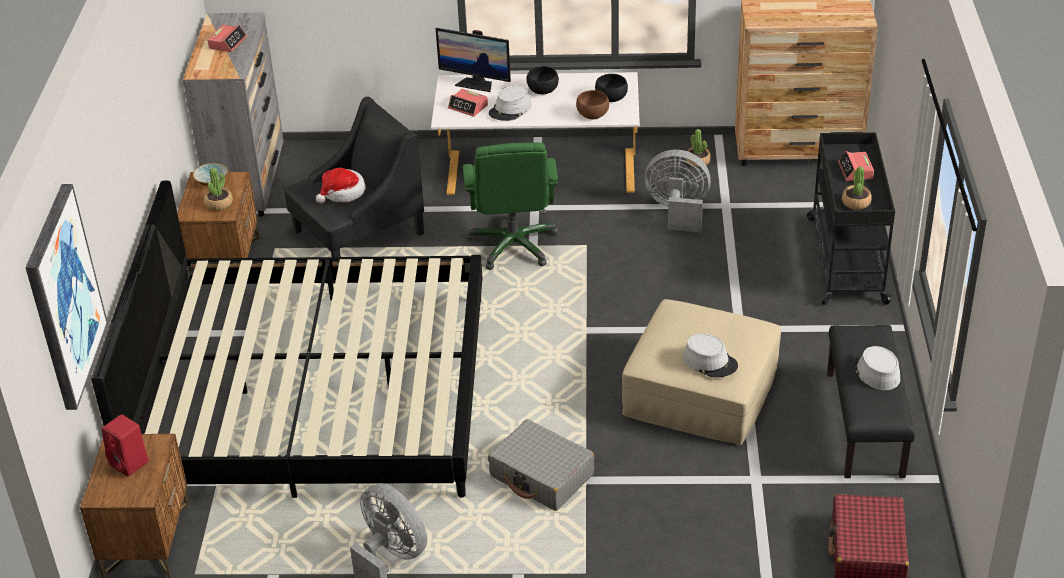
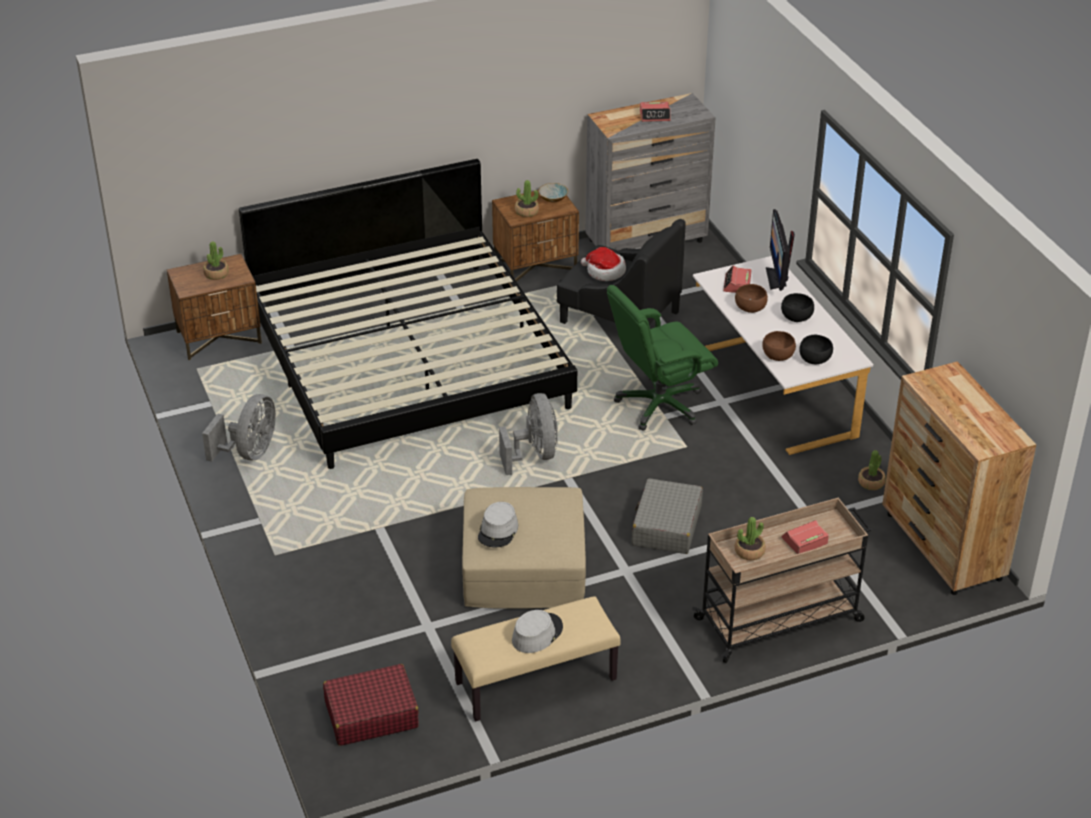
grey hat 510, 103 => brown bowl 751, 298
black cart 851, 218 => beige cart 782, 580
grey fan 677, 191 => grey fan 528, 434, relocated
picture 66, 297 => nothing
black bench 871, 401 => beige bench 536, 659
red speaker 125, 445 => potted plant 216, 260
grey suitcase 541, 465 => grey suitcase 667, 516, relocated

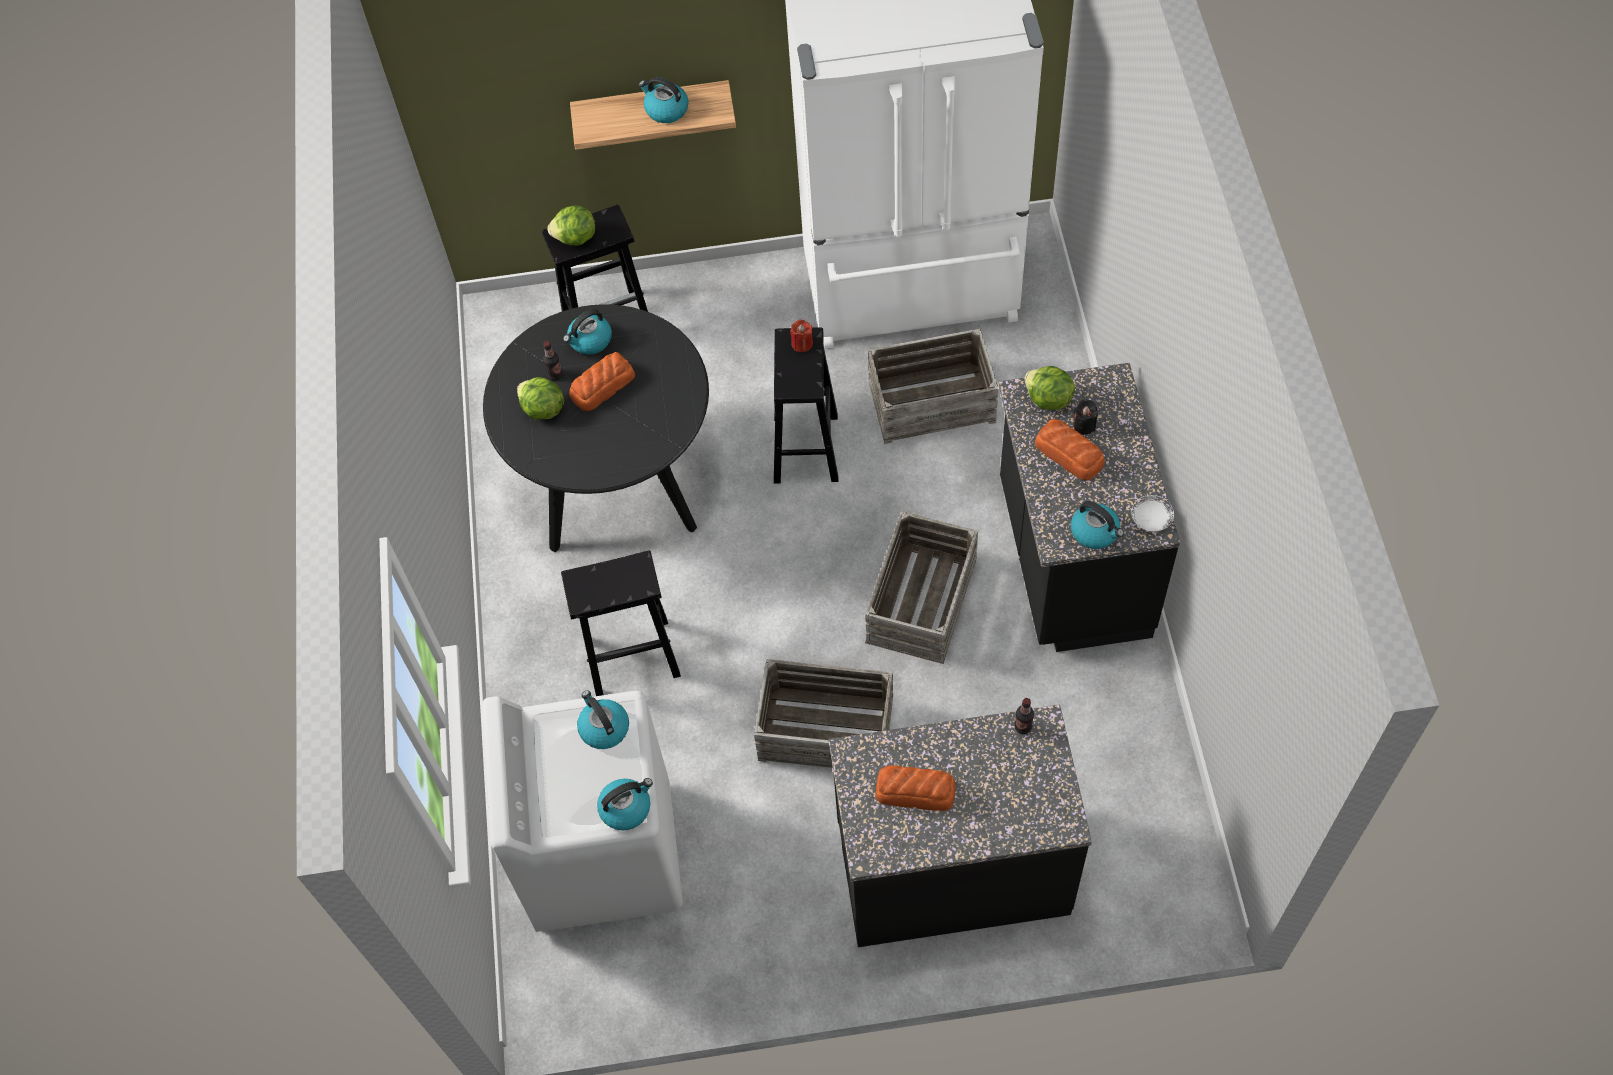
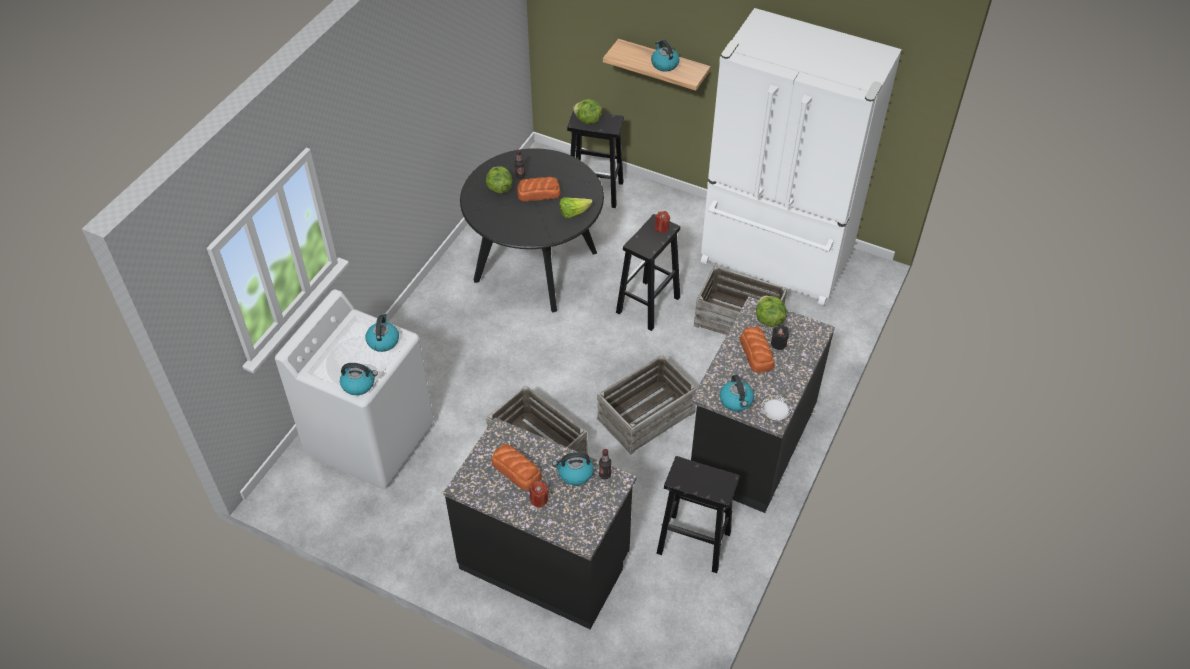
kettle 587, 332 => kettle 573, 469, relocated
black stool 621, 623 => black stool 698, 514, relocated
nothing => lettuce 576, 207
nothing => red candle 539, 494

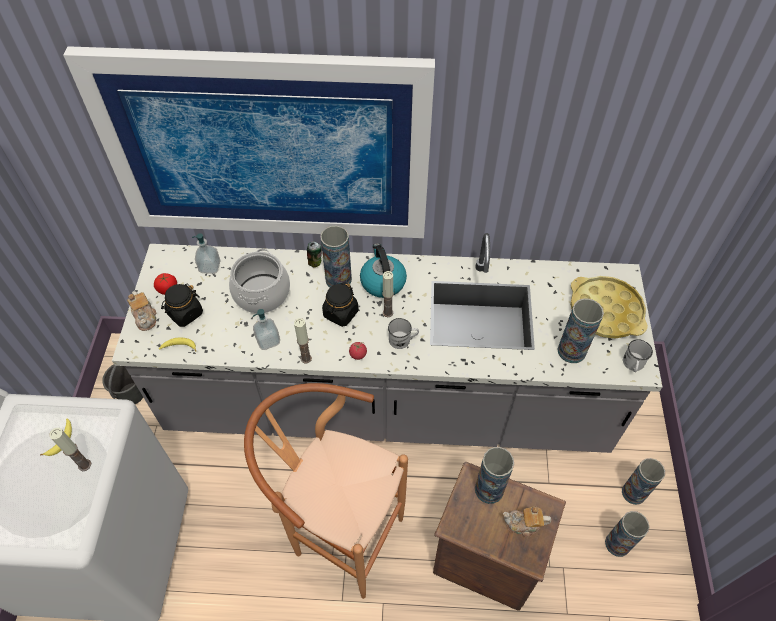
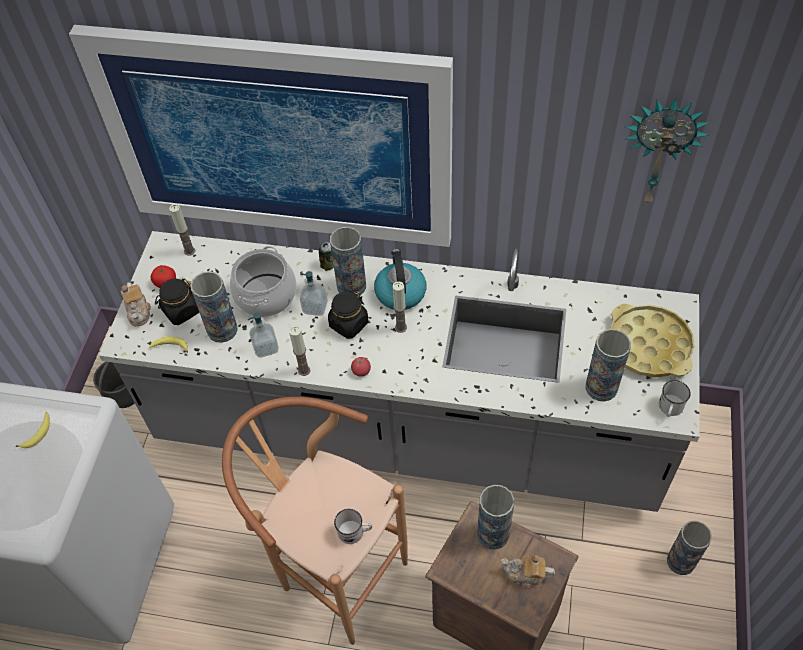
soap dispenser 206, 253 => soap dispenser 314, 293, relocated
white mug 403, 333 => white mug 353, 526, relocated
candle 70, 449 => candle 182, 230, relocated
vase 627, 534 => vase 214, 307, relocated
nothing => wall clock 667, 151

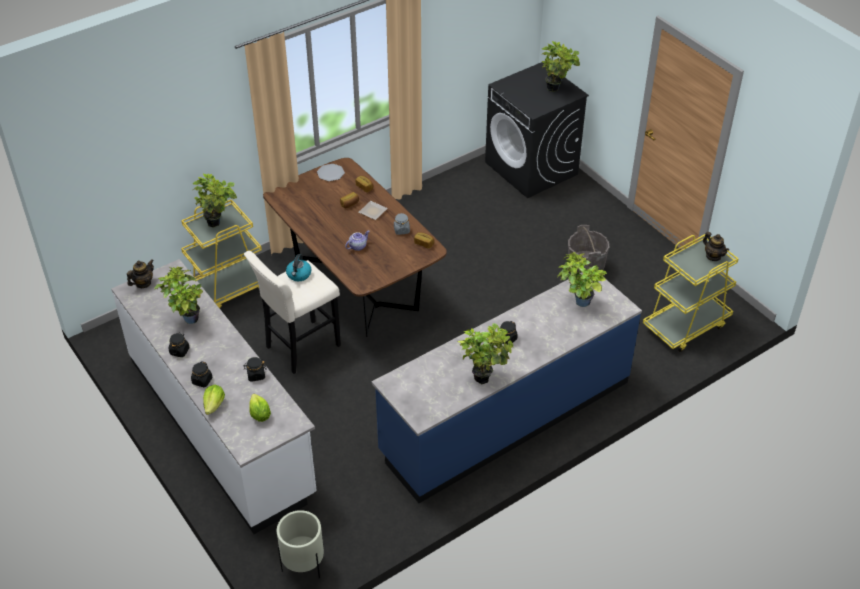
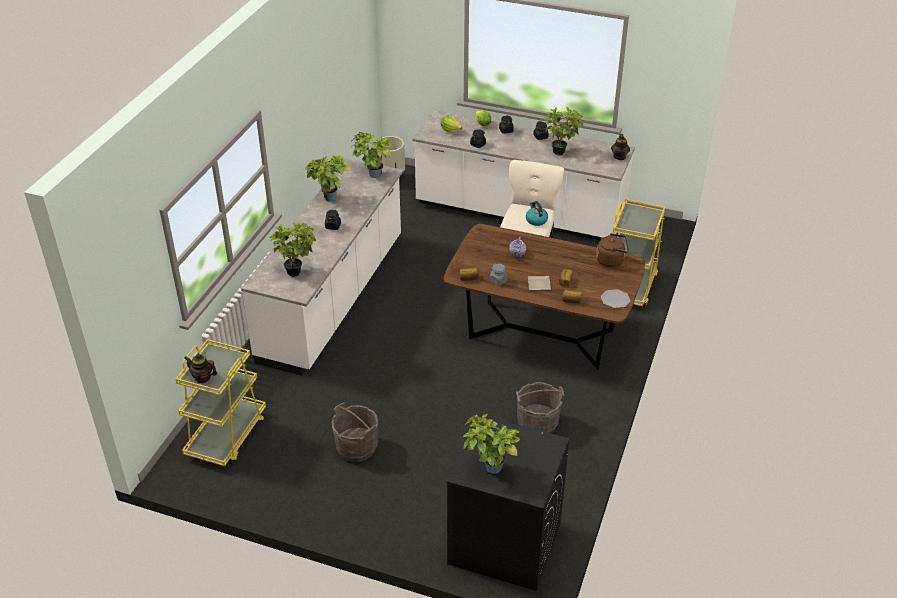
potted plant 215, 201 => potted plant 371, 155, relocated
blue counter 507, 385 => white counter 322, 267
nothing => brown kettle 612, 250
nothing => grey bucket 540, 408

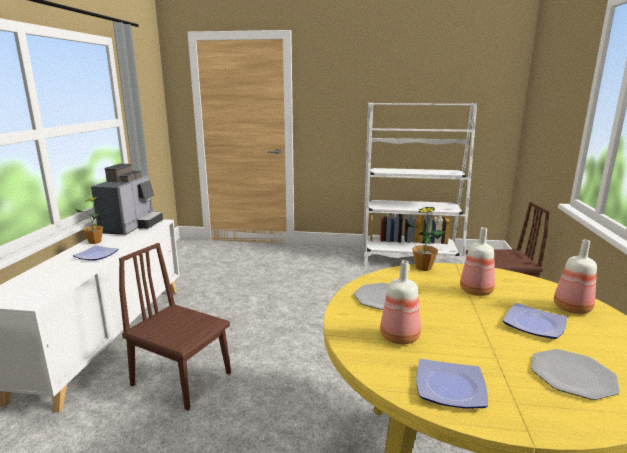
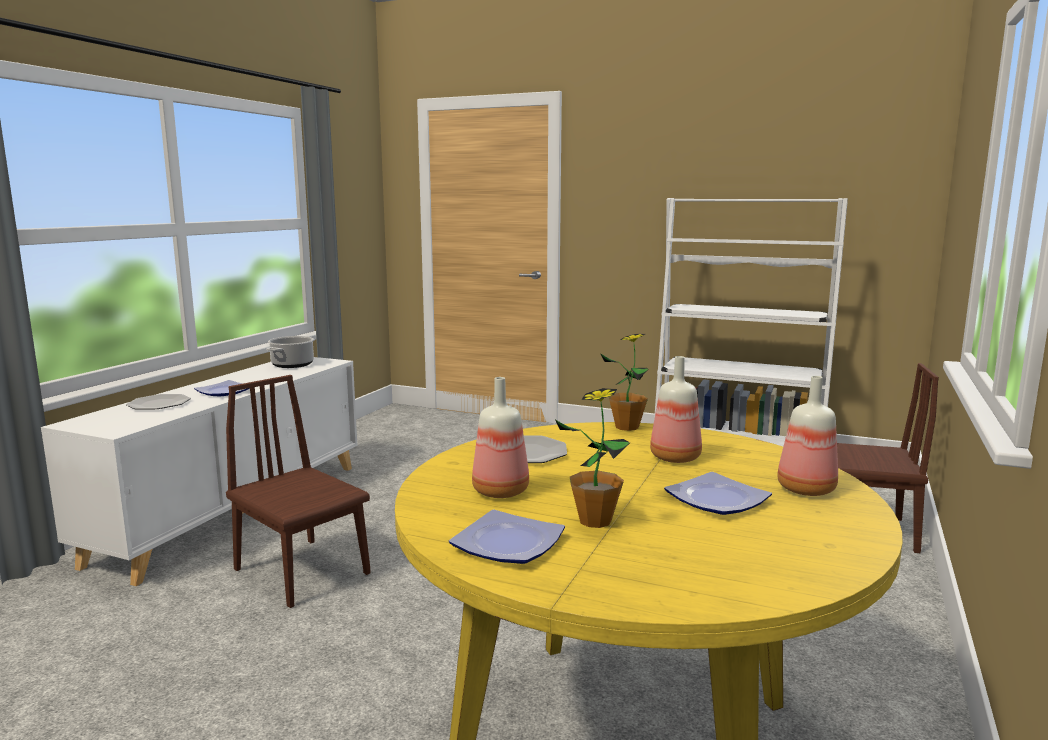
coffee machine 127, 199 => cooking pot 291, 352
potted plant 89, 220 => potted plant 593, 458, relocated
plate 575, 374 => plate 158, 401, relocated

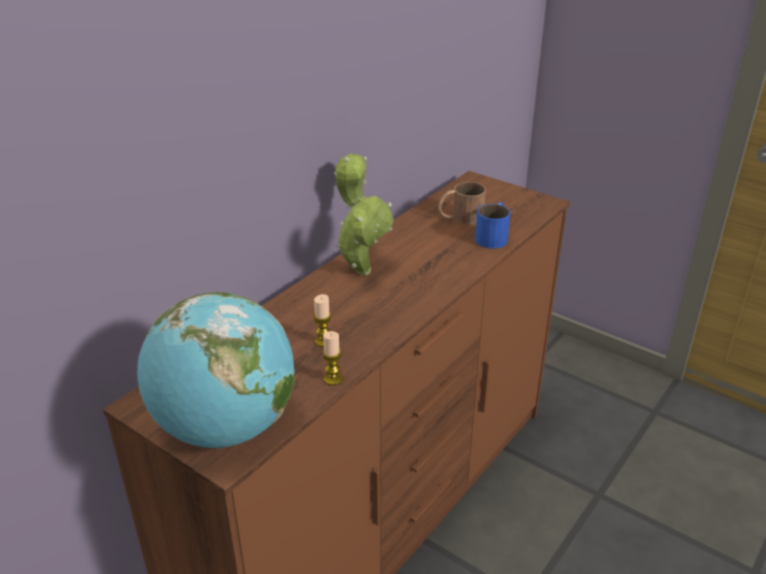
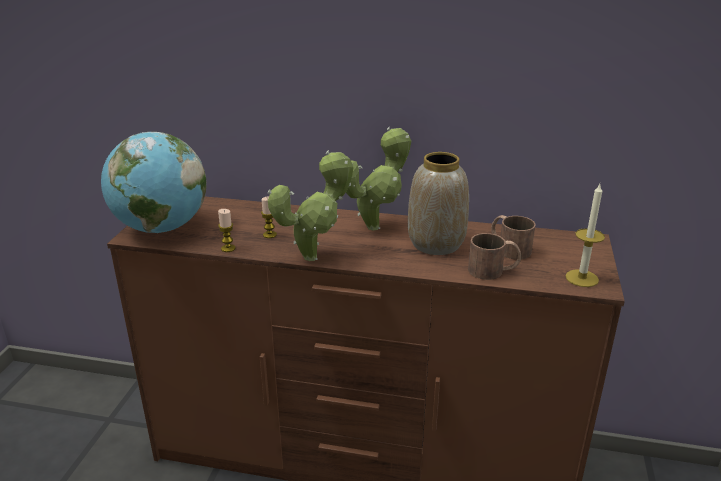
blue mug 492, 225 => brown mug 494, 256
nothing => potted plant 310, 205
nothing => vase 438, 203
nothing => candle 585, 235

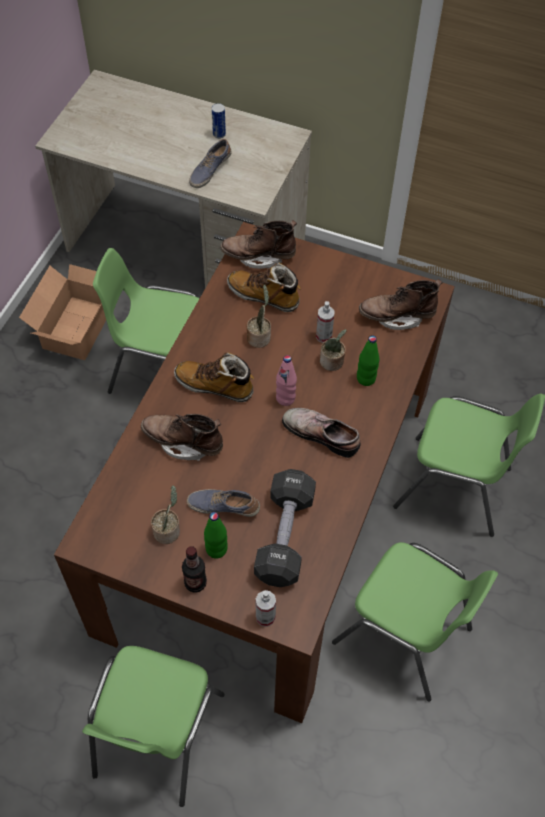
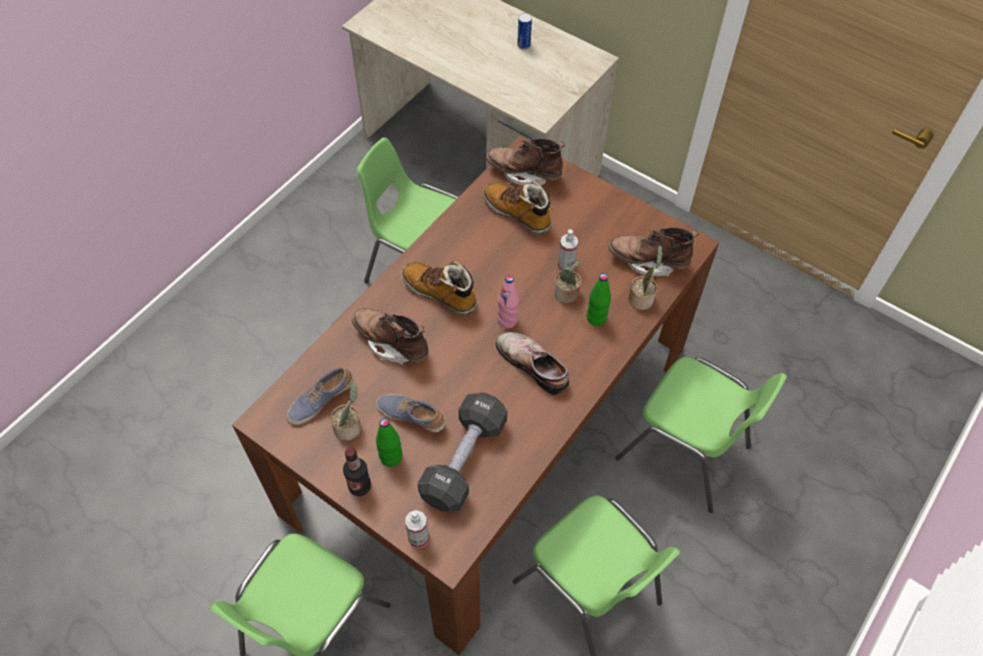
shoe 210, 163 => shoe 320, 396, relocated
cardboard box 62, 312 => nothing
potted plant 259, 316 => potted plant 645, 278, relocated

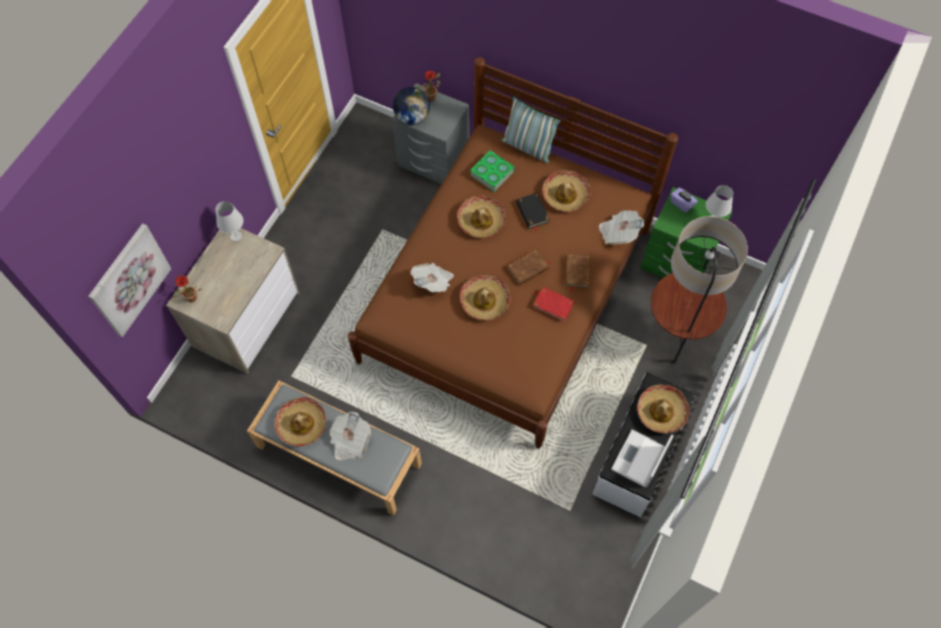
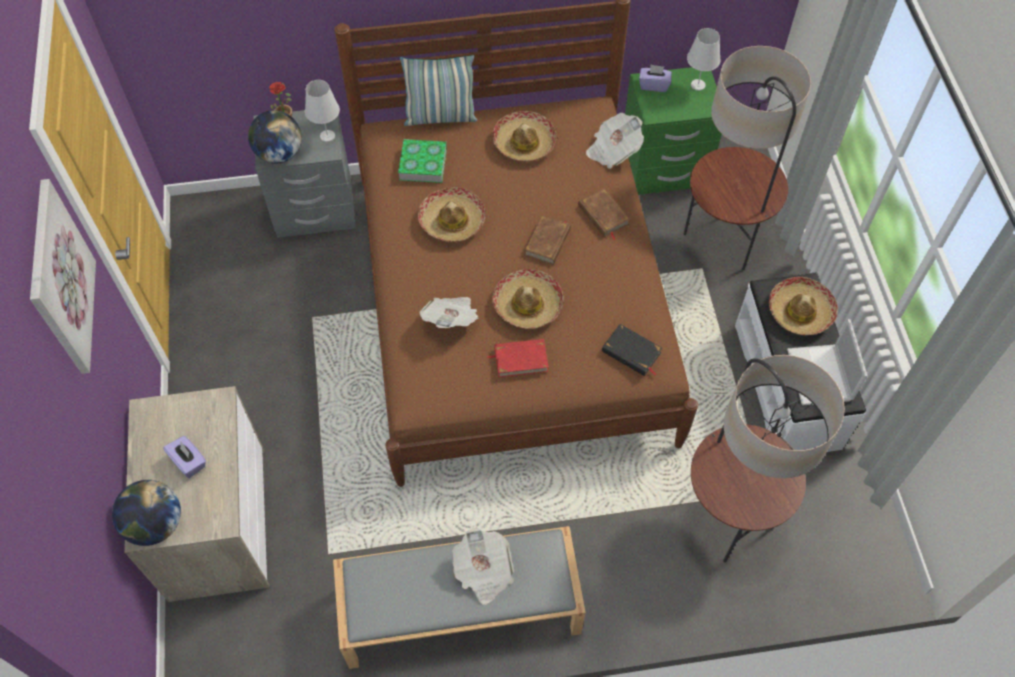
black book 533, 212 => black book 632, 350, relocated
white table lamp 229, 221 => white table lamp 322, 111, relocated
picture 129, 280 => picture 63, 276, relocated
potted plant 187, 289 => globe 146, 513
red book 554, 304 => red book 518, 358, relocated
hat 300, 422 => nothing
nothing => floor lamp 768, 458
nothing => purple tissue box 184, 457

